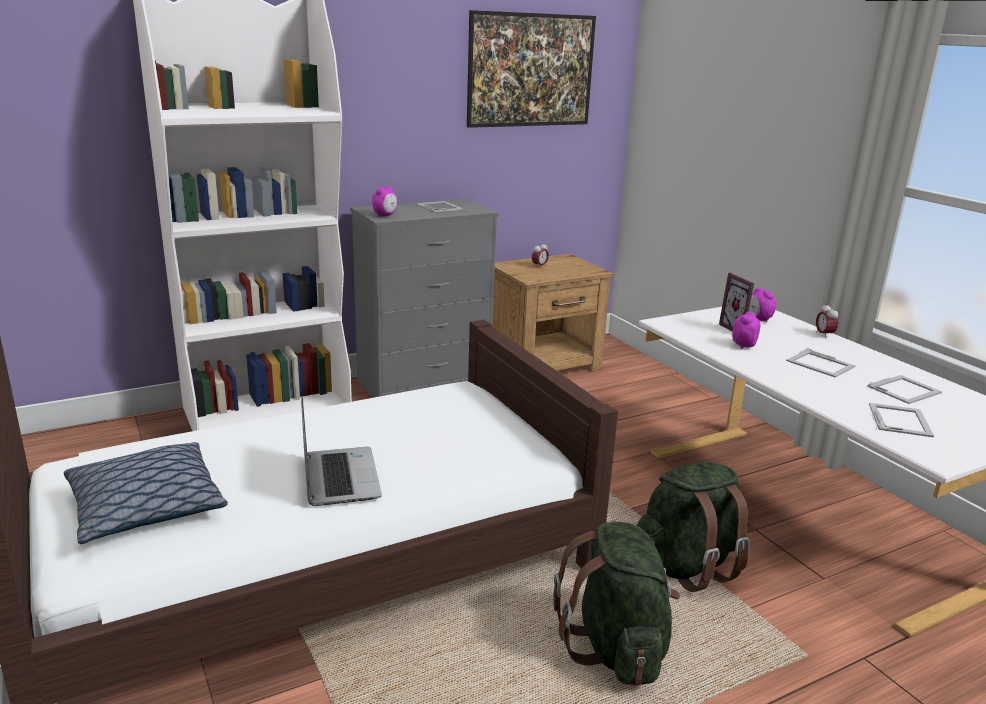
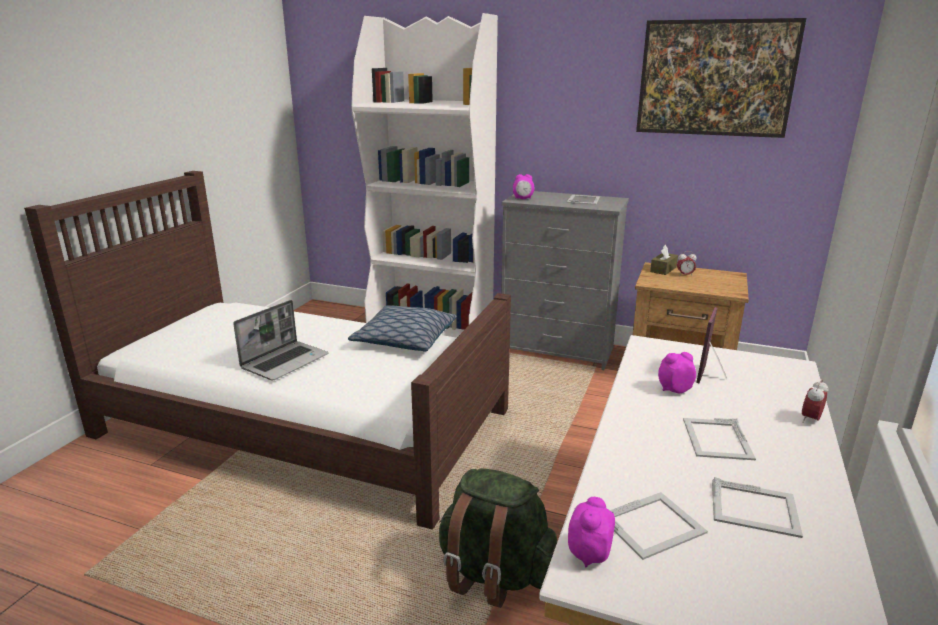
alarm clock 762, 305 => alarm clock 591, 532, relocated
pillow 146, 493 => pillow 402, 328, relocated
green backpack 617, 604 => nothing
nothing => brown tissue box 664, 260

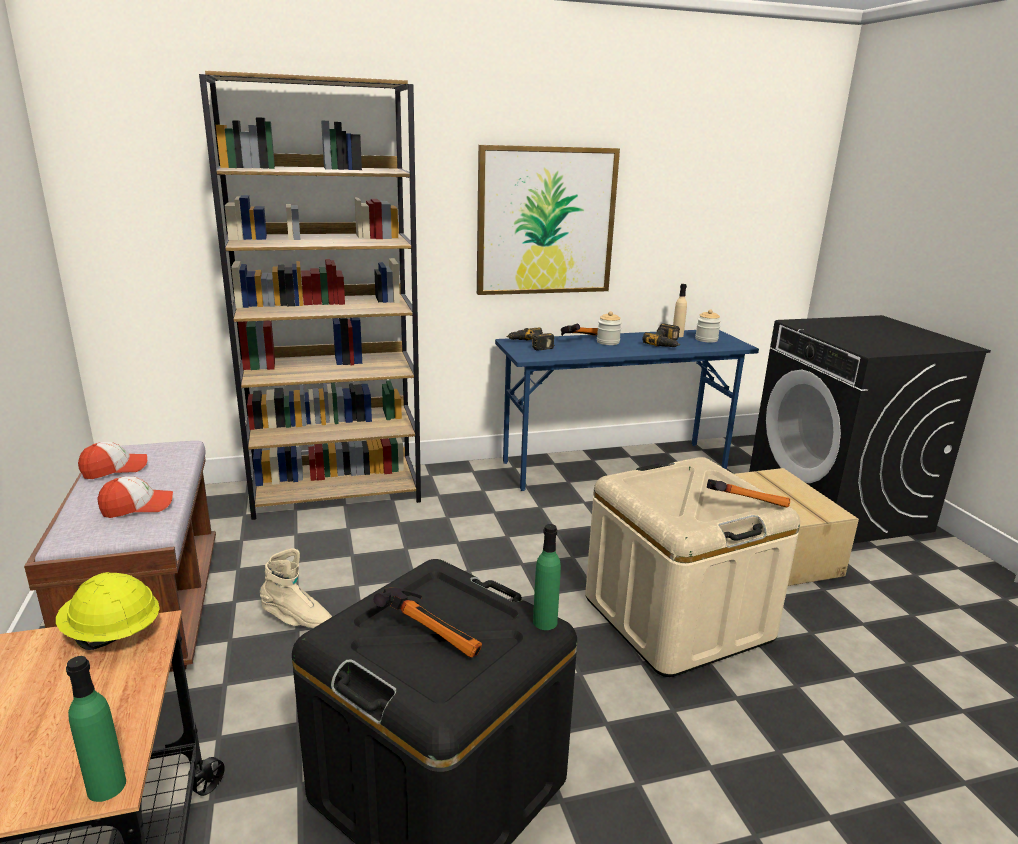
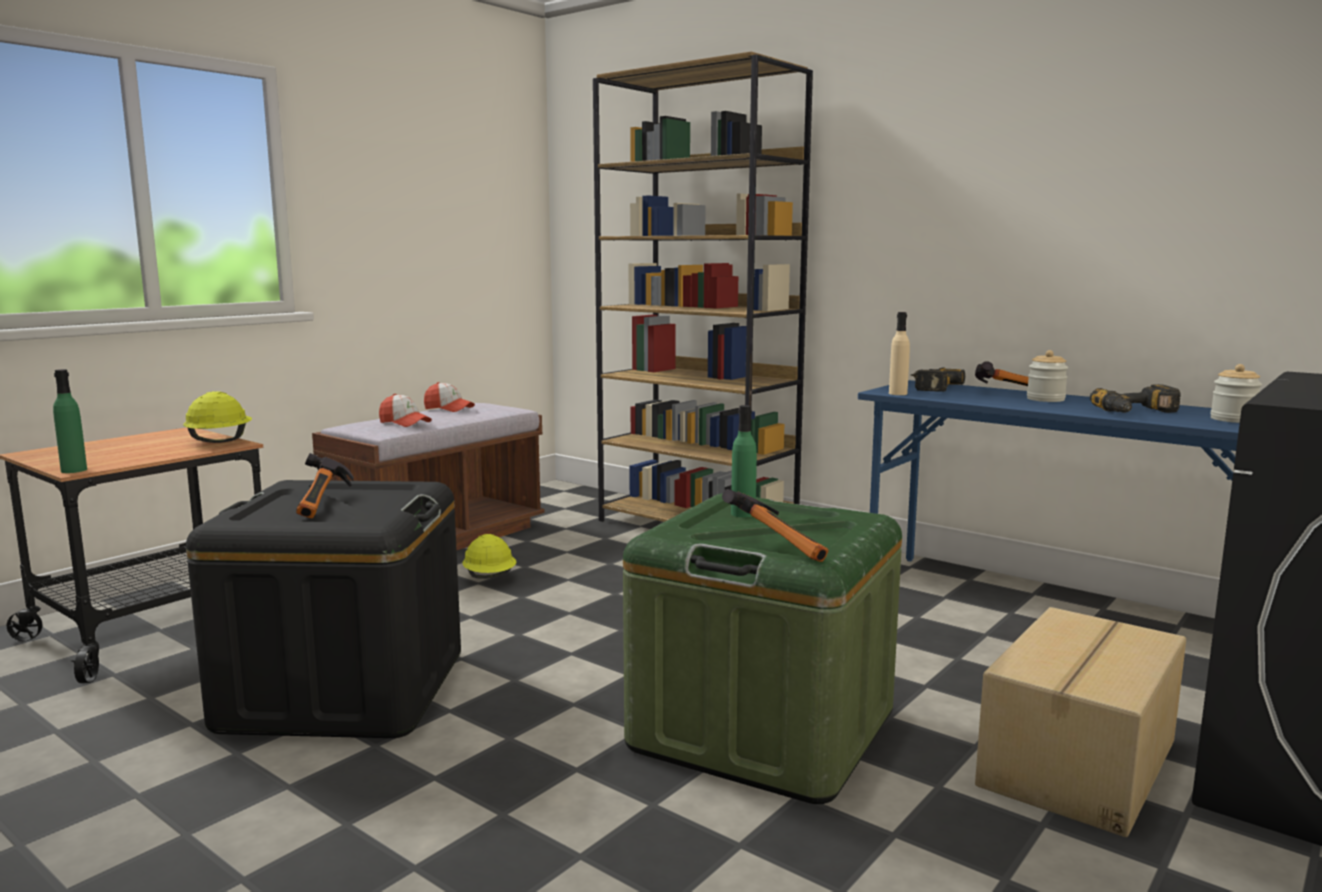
picture 548, 220 => nothing
beige bottle 680, 310 => beige bottle 899, 353, relocated
beige storage box 692, 567 => green storage box 762, 648
green bottle 547, 577 => green bottle 744, 461, relocated
beige boot 296, 588 => yellow hard hat 489, 556

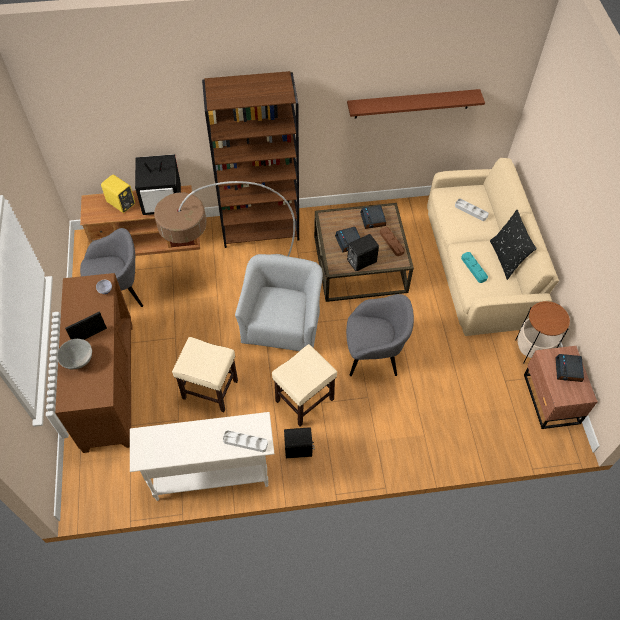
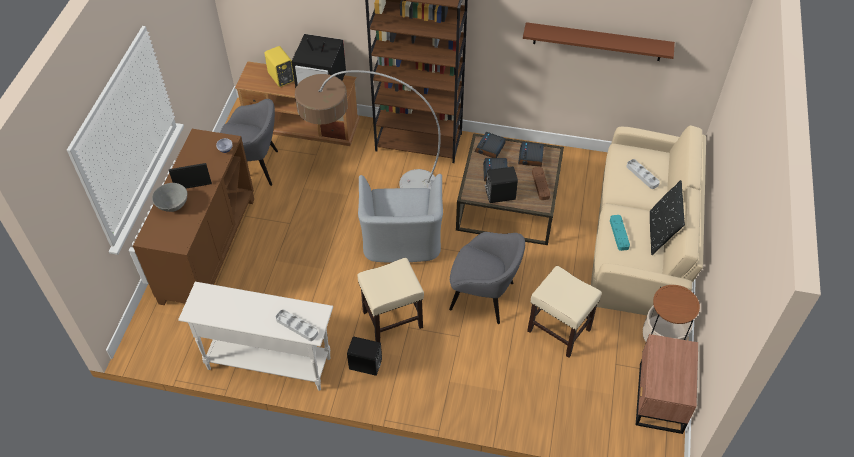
grey armchair 279, 302 => grey armchair 400, 218, 150 degrees clockwise
beige stool 205, 374 => beige stool 564, 312, relocated
alarm clock 569, 368 => alarm clock 490, 145, relocated

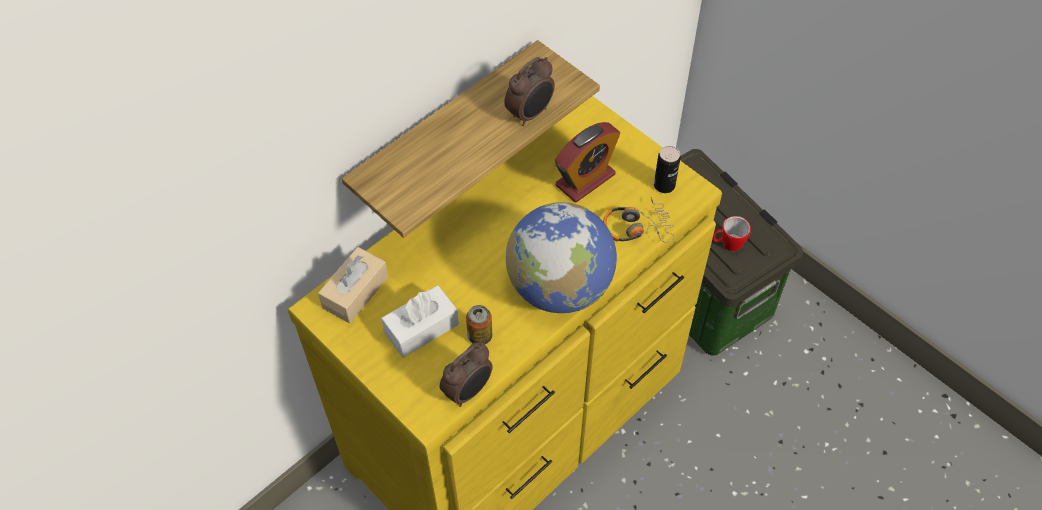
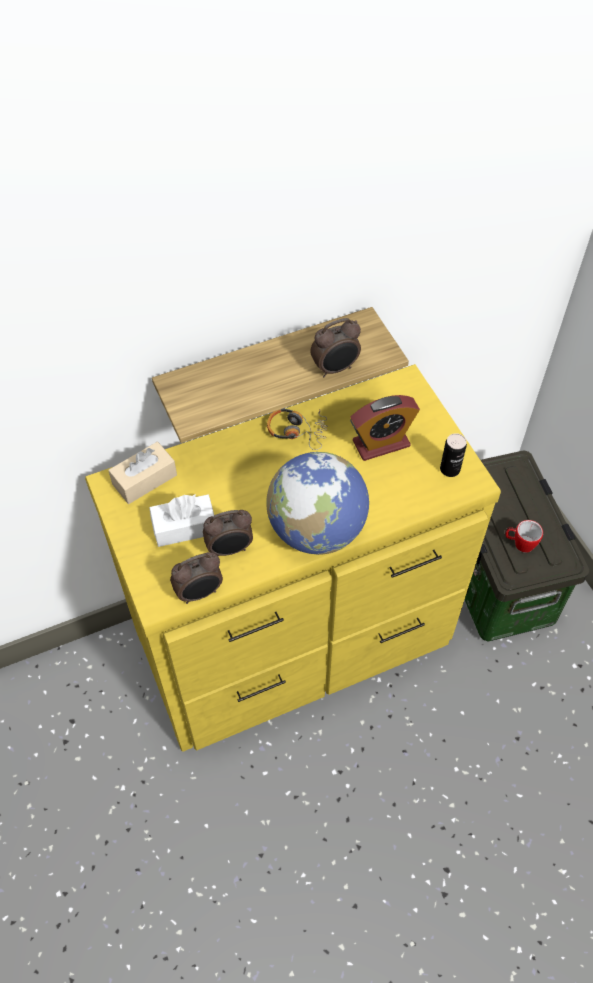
headphones 639, 220 => headphones 297, 429, relocated
can 479, 325 => alarm clock 228, 533

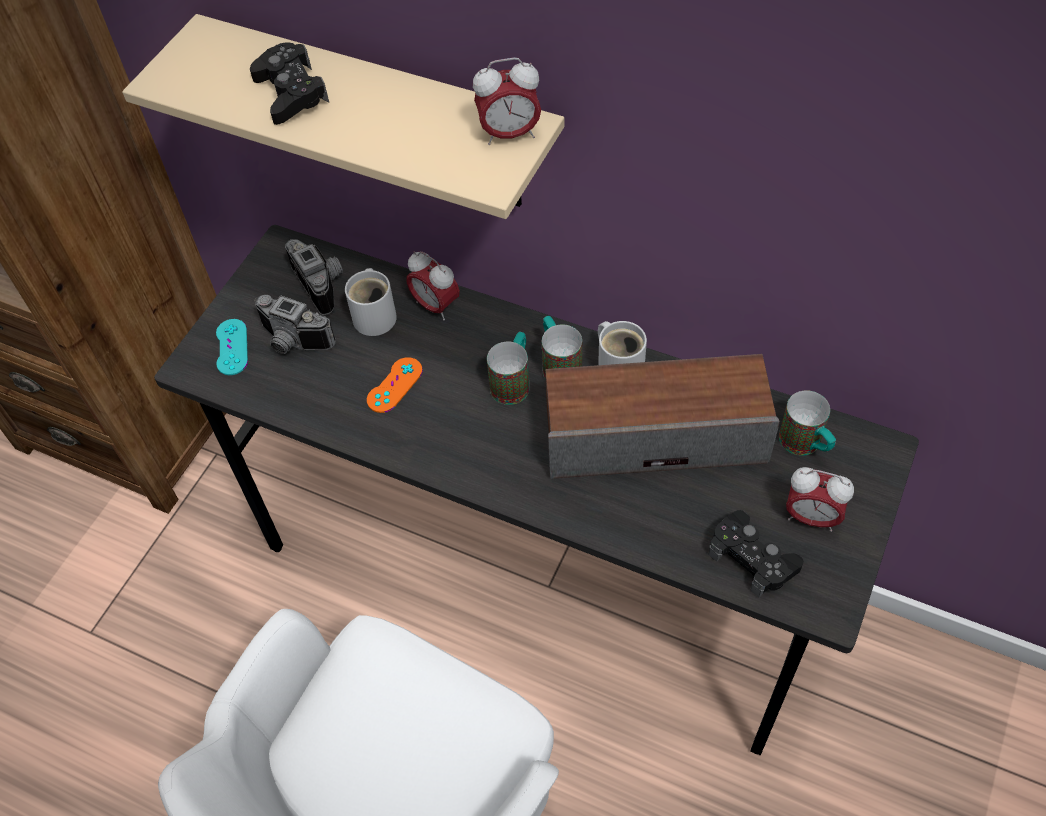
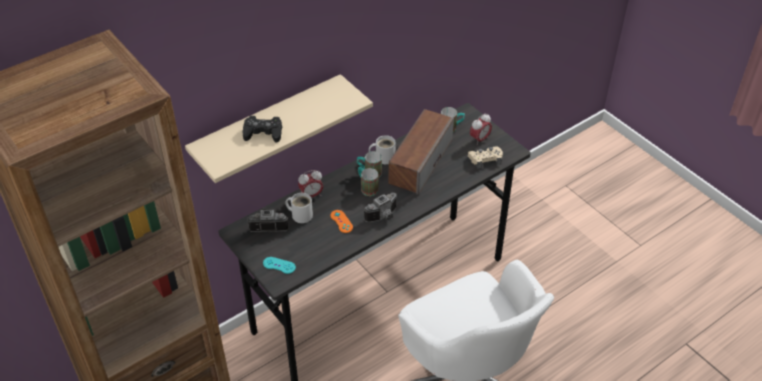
alarm clock 507, 101 => nothing
photo camera 295, 324 => photo camera 380, 207, relocated
black game controller 756, 553 => beige game controller 485, 157

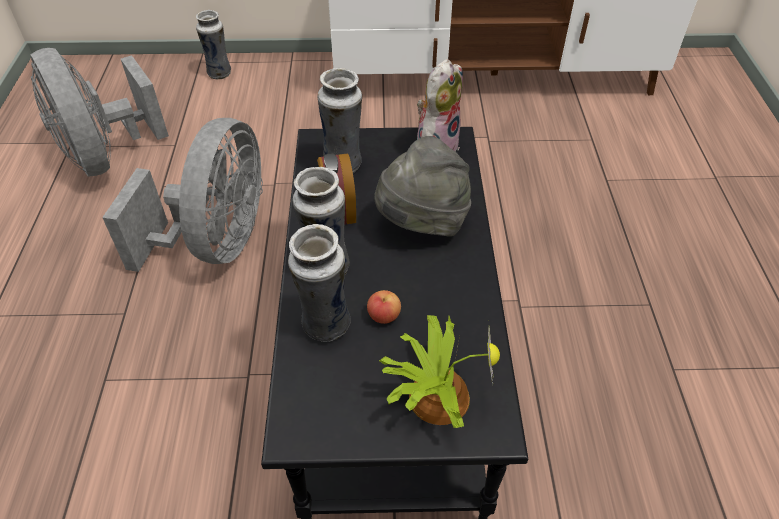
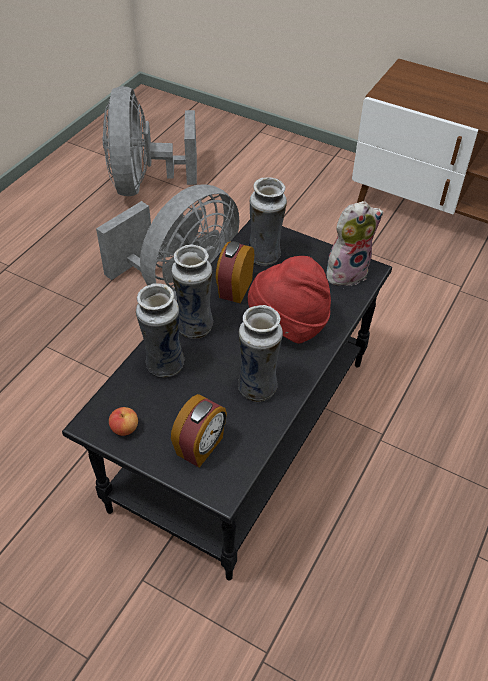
vase 213, 44 => vase 260, 353, relocated
grey hat 422, 186 => red hat 289, 300
apple 384, 307 => apple 123, 421, relocated
potted plant 439, 371 => alarm clock 199, 431

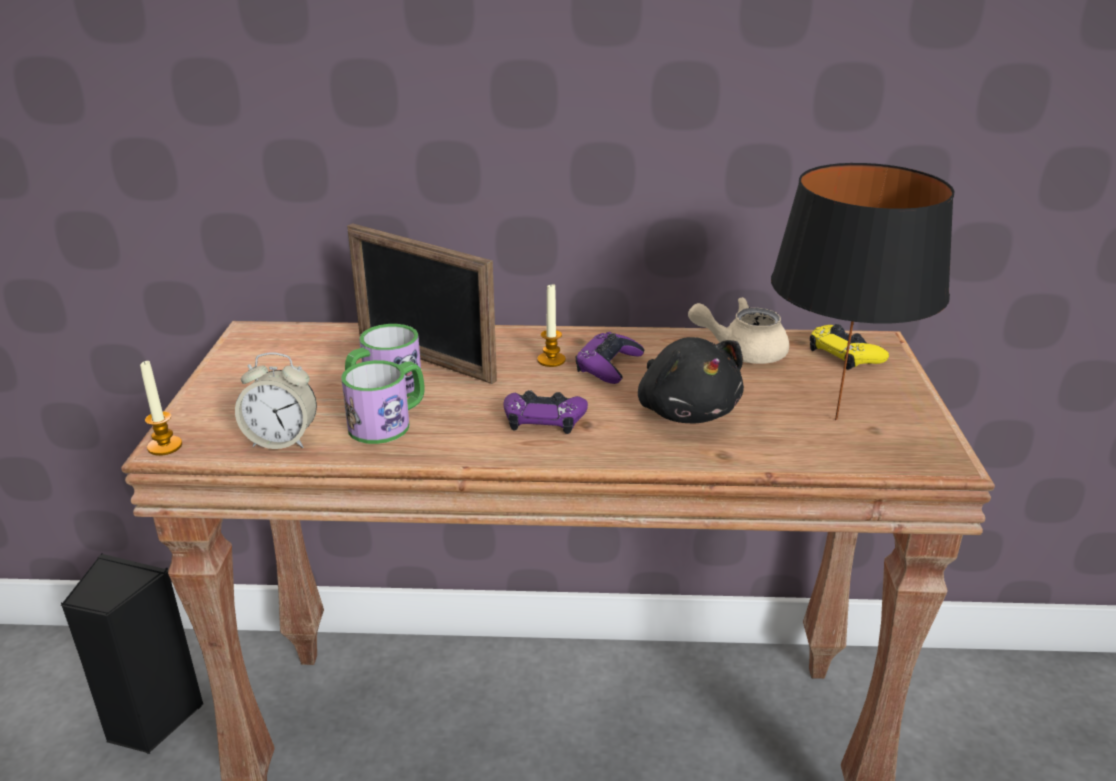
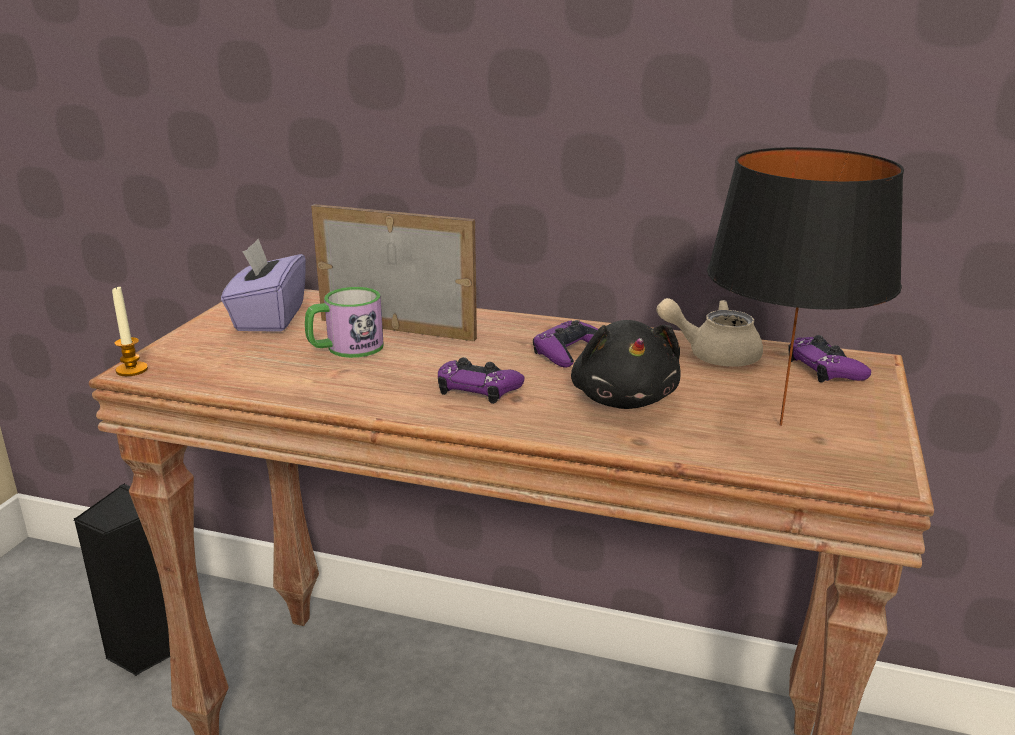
picture frame 422, 303 => picture frame 394, 272, 150 degrees clockwise
candle 551, 325 => nothing
yellow game controller 849, 347 => purple game controller 829, 358
alarm clock 276, 401 => nothing
mug 383, 402 => nothing
nothing => purple tissue box 263, 285

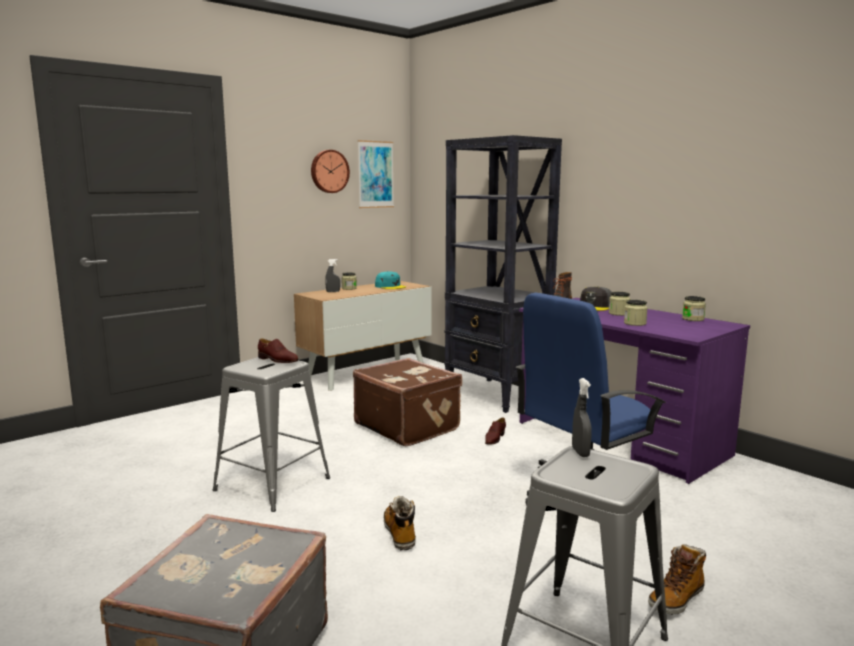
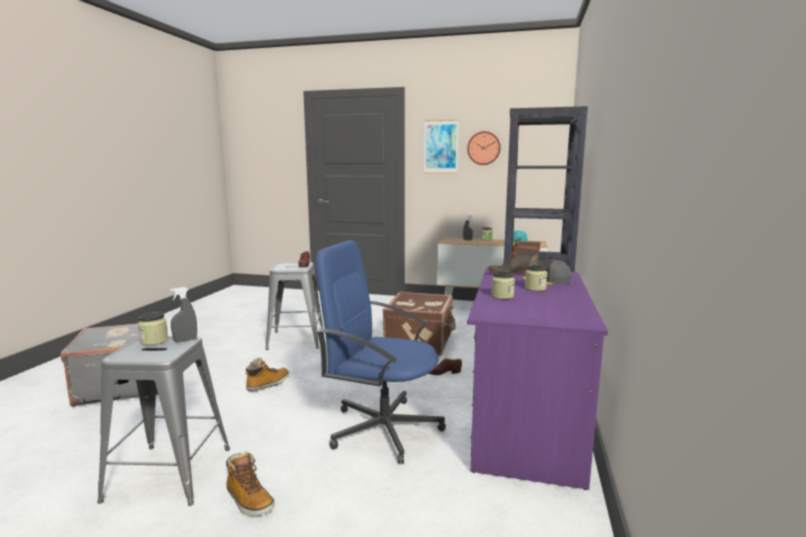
picture 376, 174 => picture 441, 147, relocated
jar 694, 308 => jar 153, 328, relocated
boot 677, 579 => boot 250, 484, 150 degrees counterclockwise

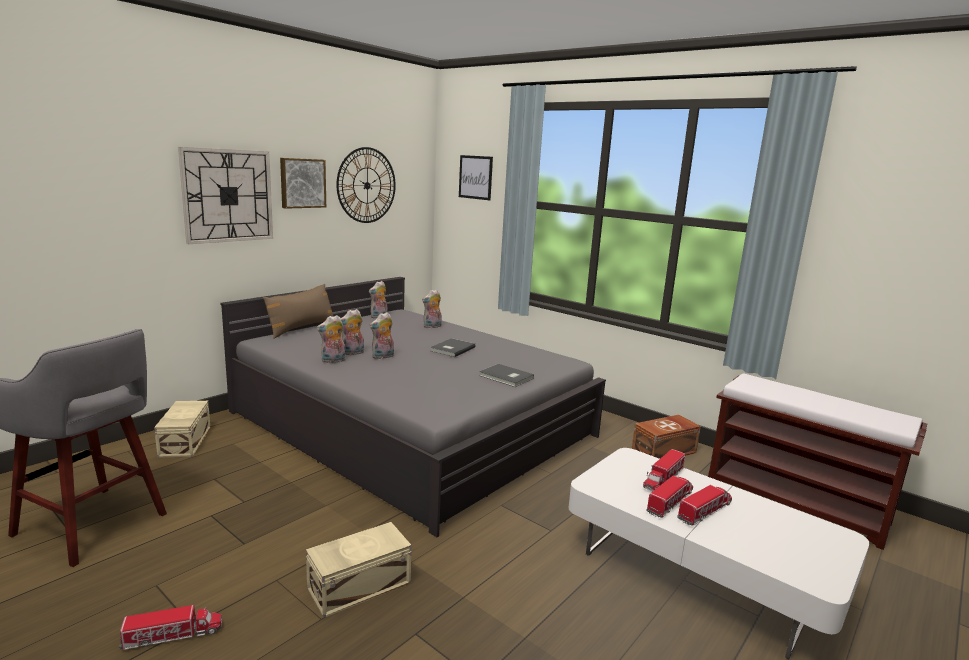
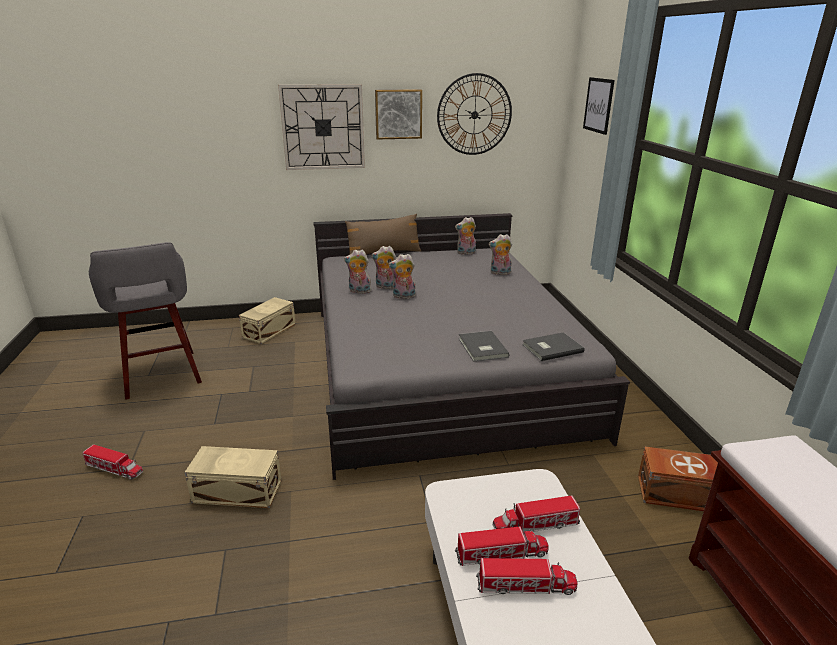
grey book 453, 347 => grey book 553, 346, relocated

